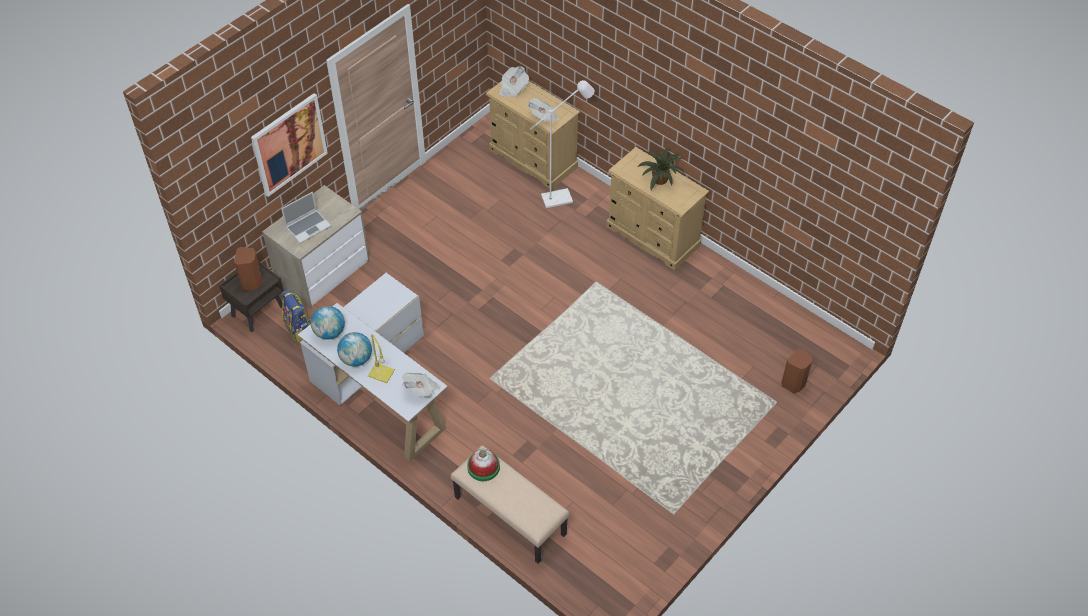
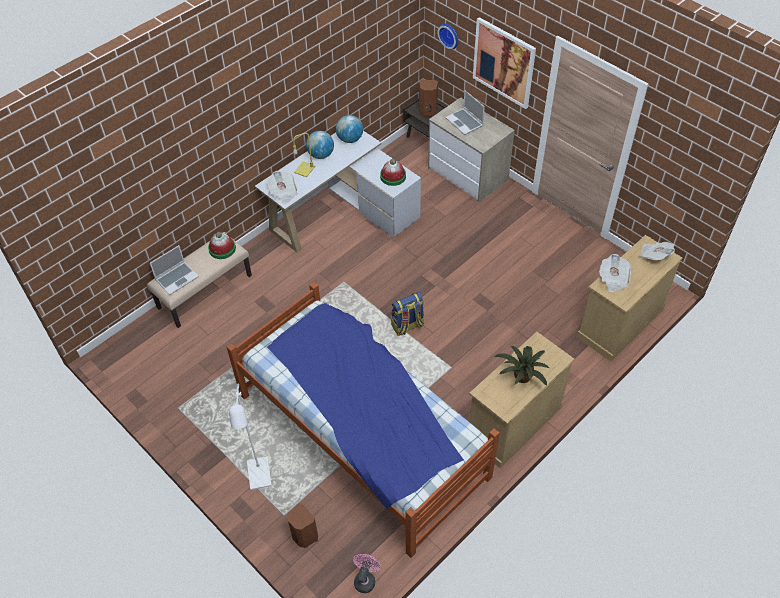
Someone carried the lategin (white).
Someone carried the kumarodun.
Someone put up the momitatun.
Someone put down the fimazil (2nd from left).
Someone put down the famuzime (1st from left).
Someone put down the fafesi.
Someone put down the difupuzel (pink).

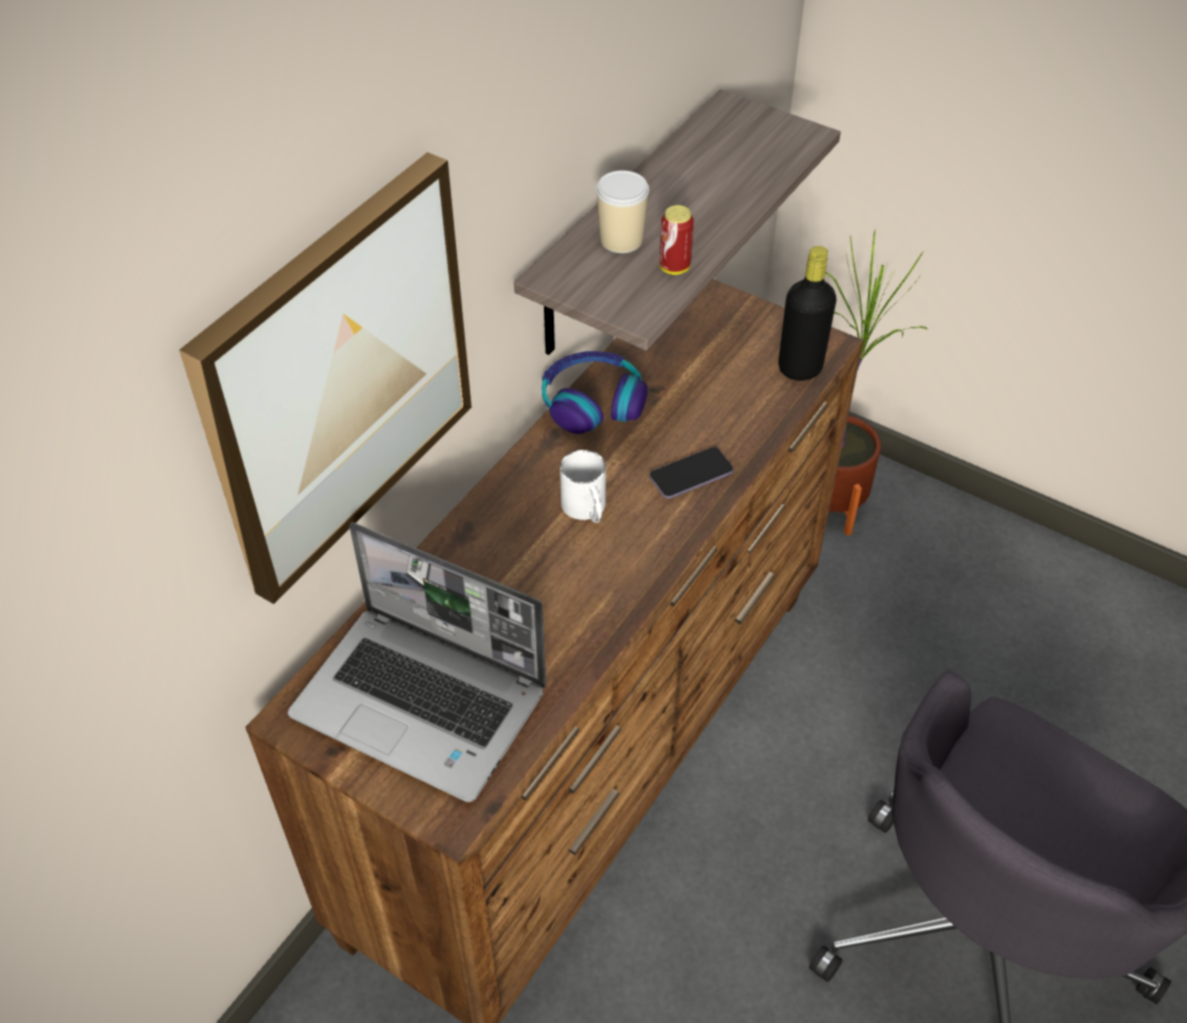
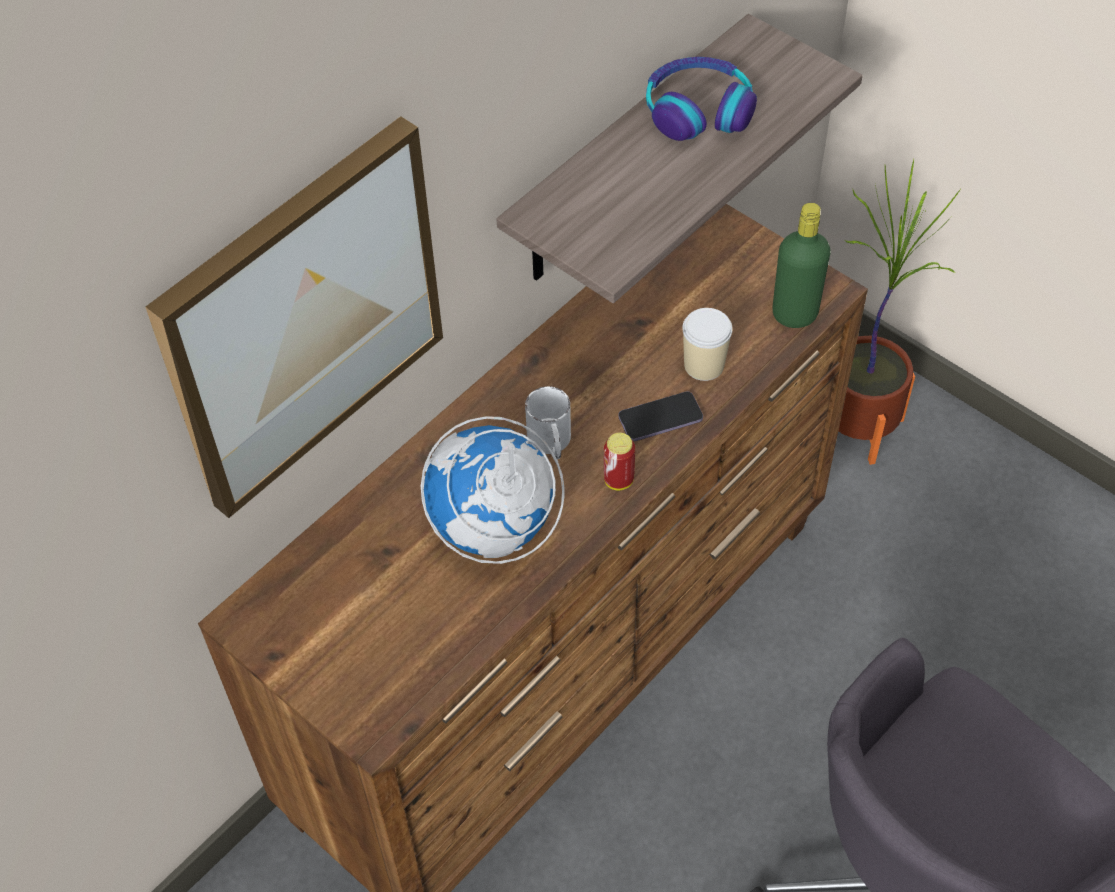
Someone carried the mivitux.
Someone carried the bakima.
Someone repainted the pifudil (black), which became the pifudil (green).
Someone carried the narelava.
Someone took away the famuzime.
Someone put down the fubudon.

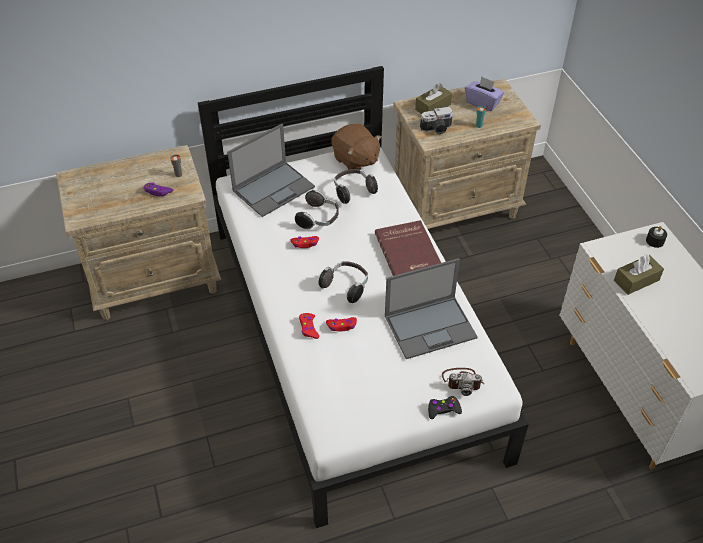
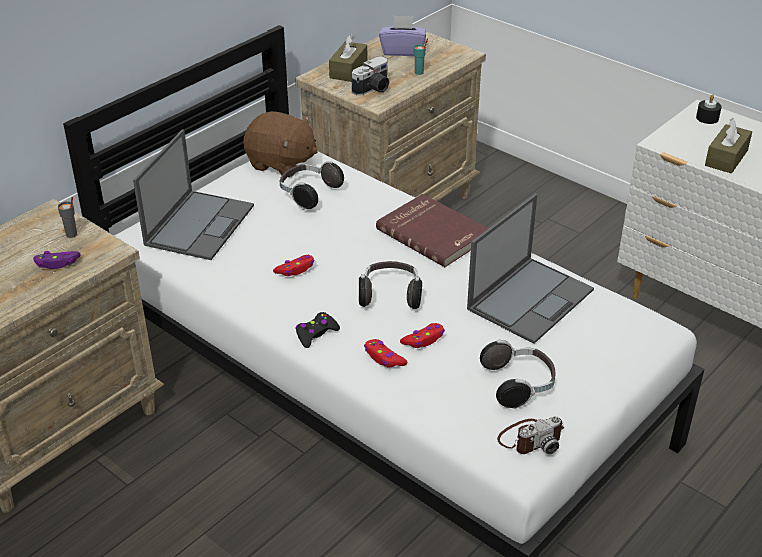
Someone carried the narelava (1st from left in the first image).
Someone carried the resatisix (2nd from left).
Someone carried the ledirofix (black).

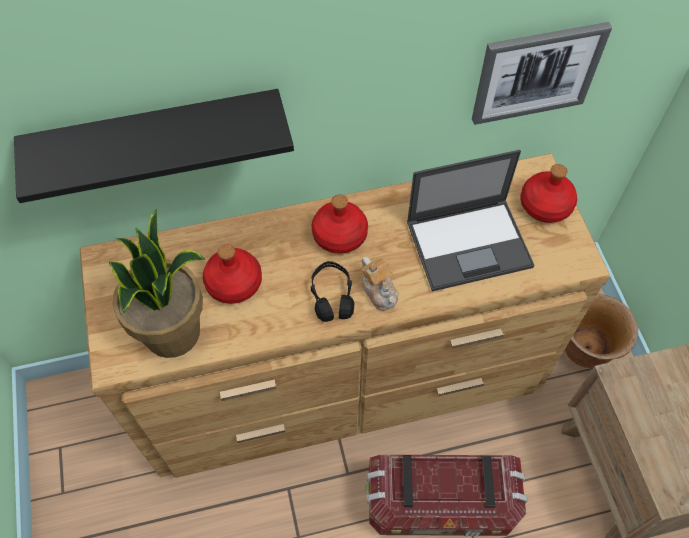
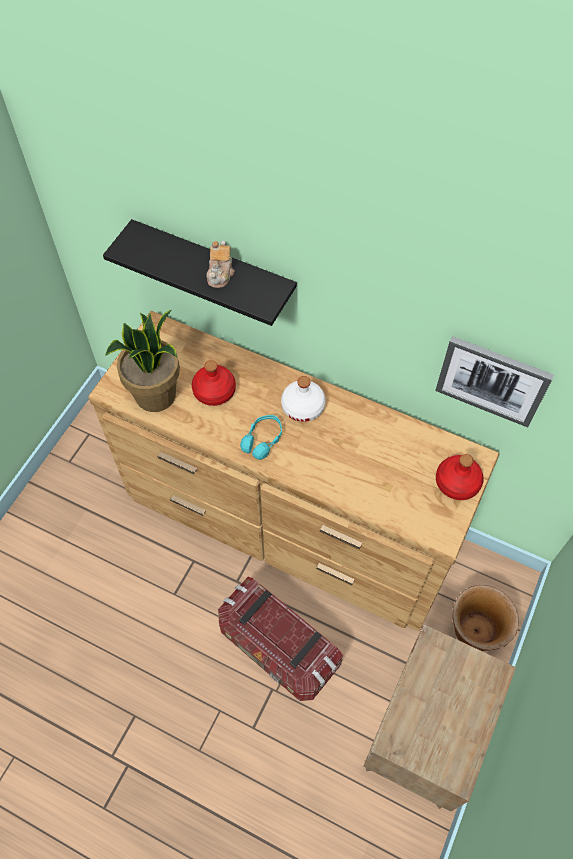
Someone took away the famuzime.
Someone repainted the pifudil (red) (2nd from left), which became the pifudil (white).
Someone carried the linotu.
Someone repainted the narelava (black), which became the narelava (turquoise).

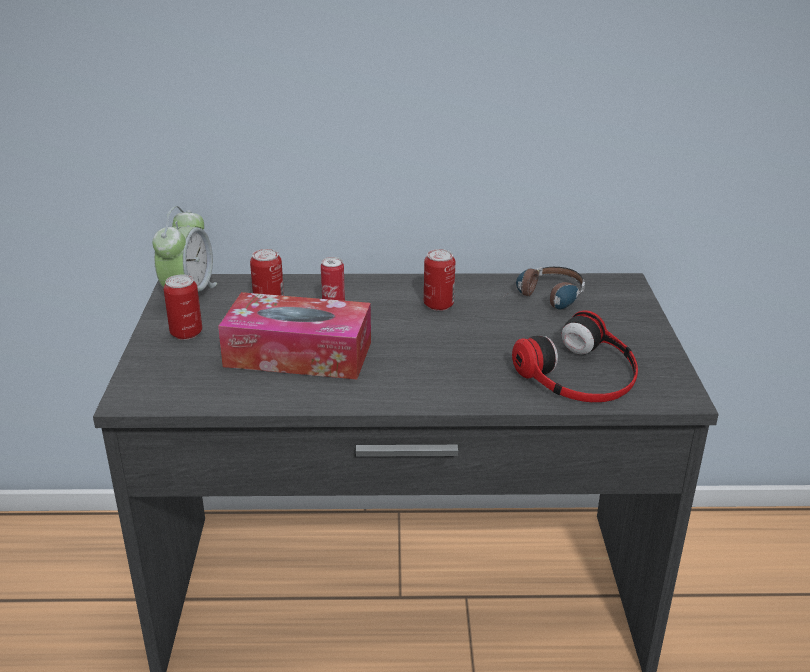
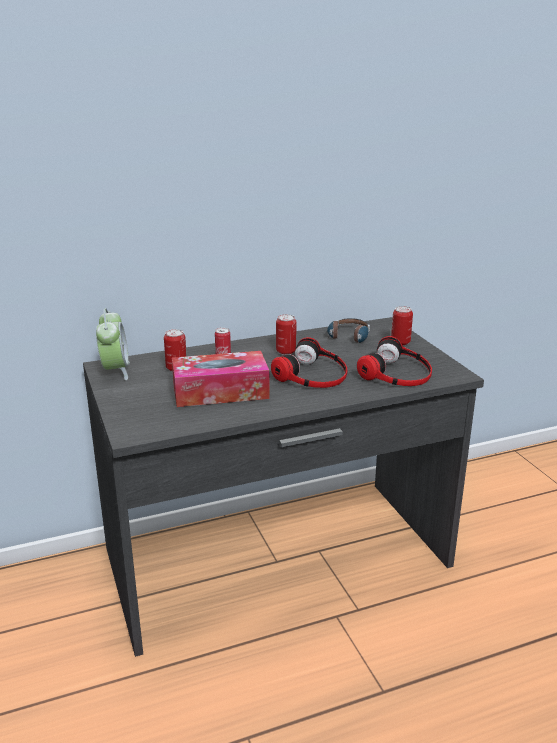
Someone carried the bakima (1st from left in the first image).
Someone put down the narelava (1st from left).

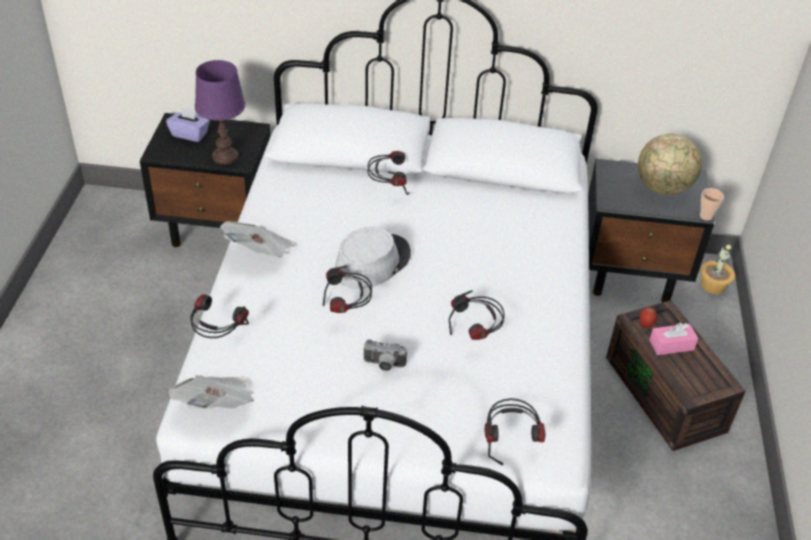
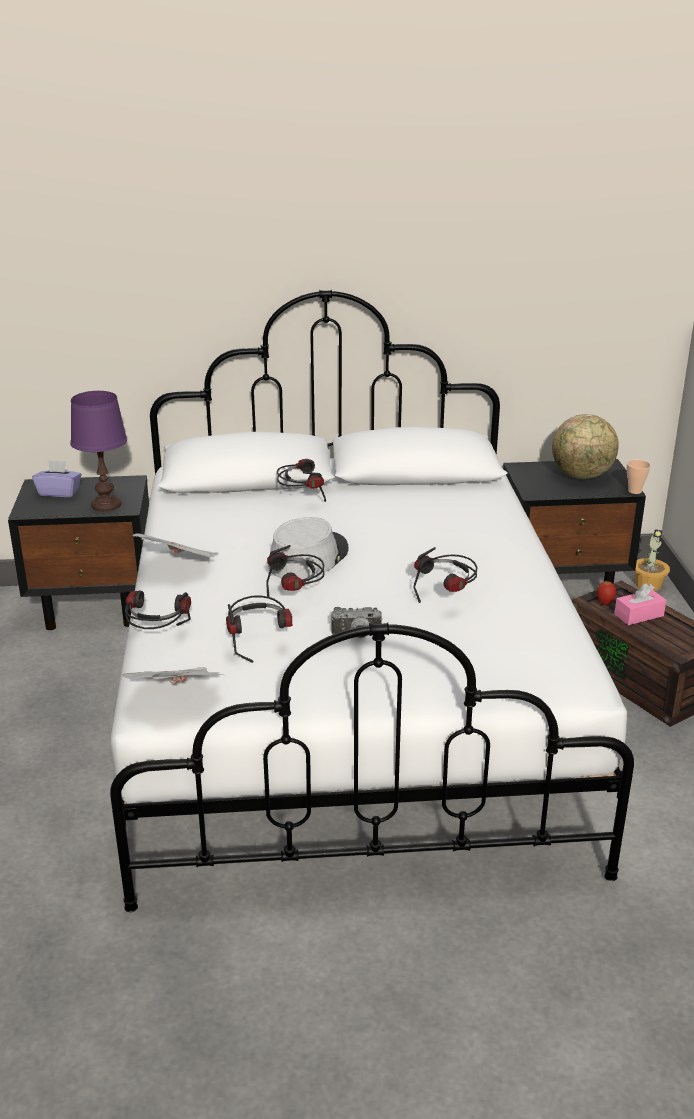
Someone carried the narelava (5th from left in the first image).

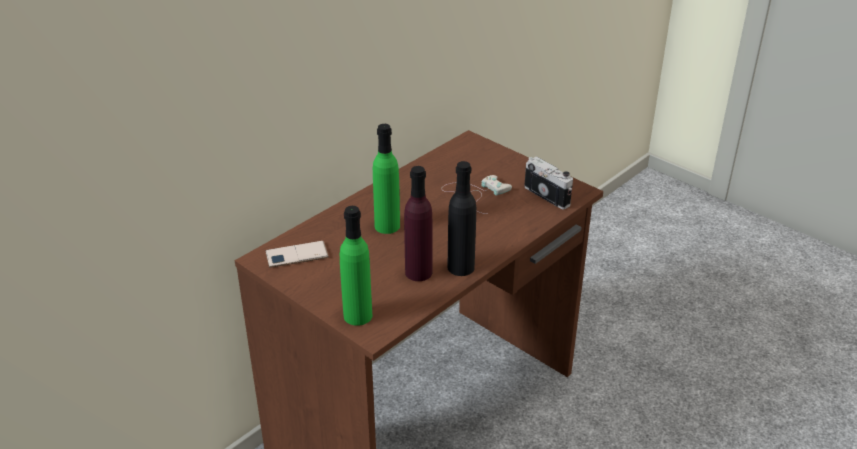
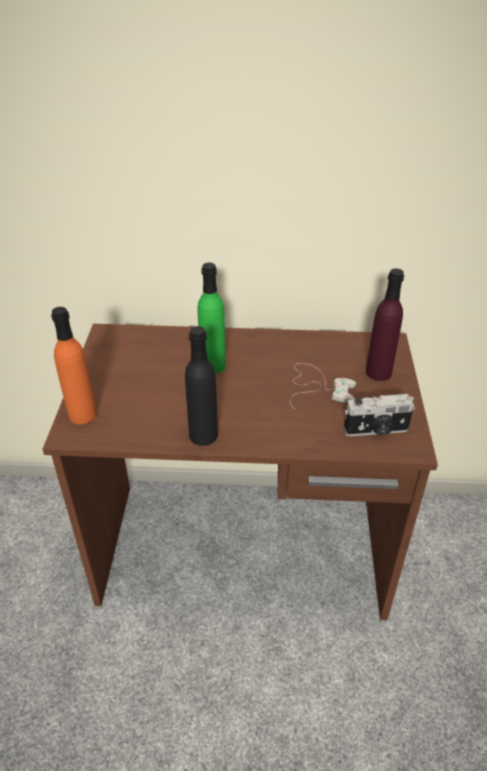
Someone rotated the resatisix by 75 degrees clockwise.
Someone carried the pifudil (purple).
Someone repainted the pifudil (green) (1st from left), which became the pifudil (orange).
Someone took away the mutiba.

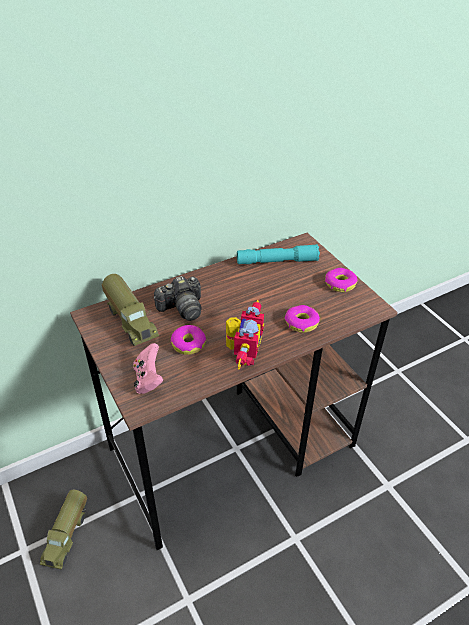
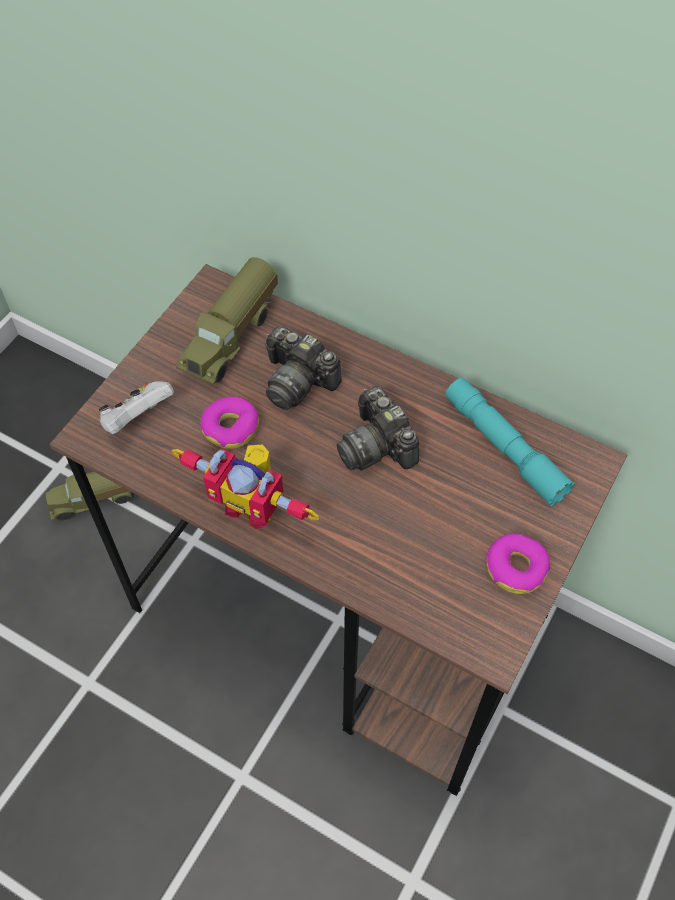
Someone rotated the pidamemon by 45 degrees clockwise.
Someone took away the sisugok (2nd from left).
Someone repainted the ledirofix (pink), which became the ledirofix (white).
Someone put down the resatisix (2nd from left).

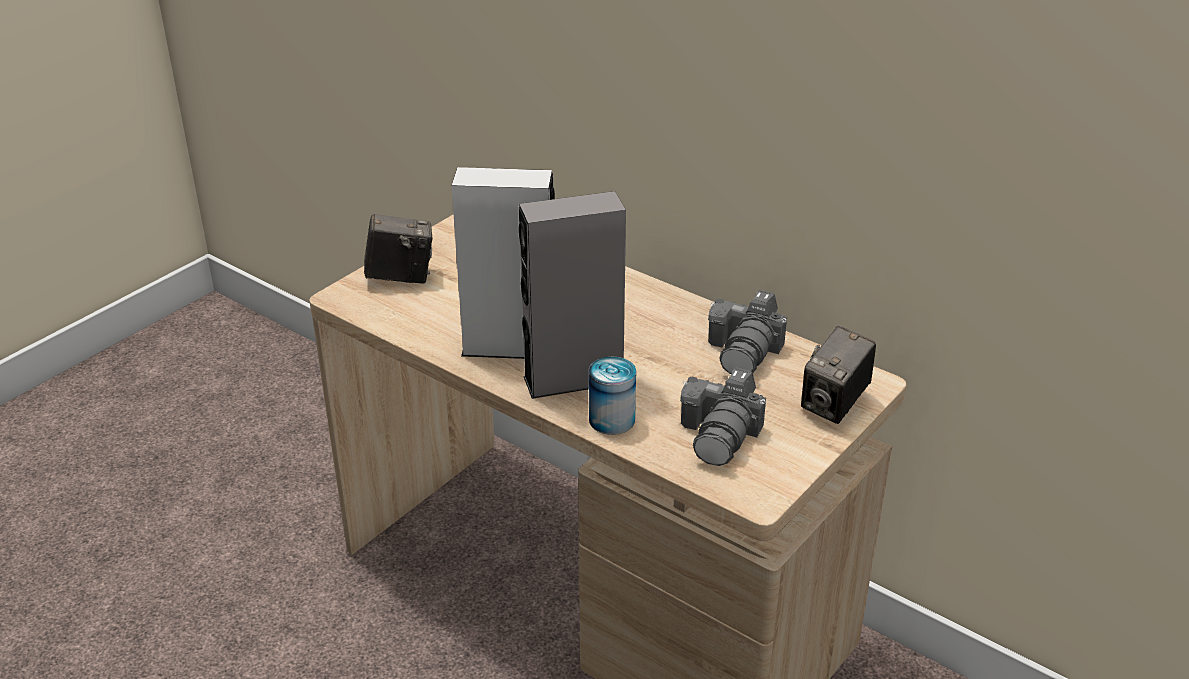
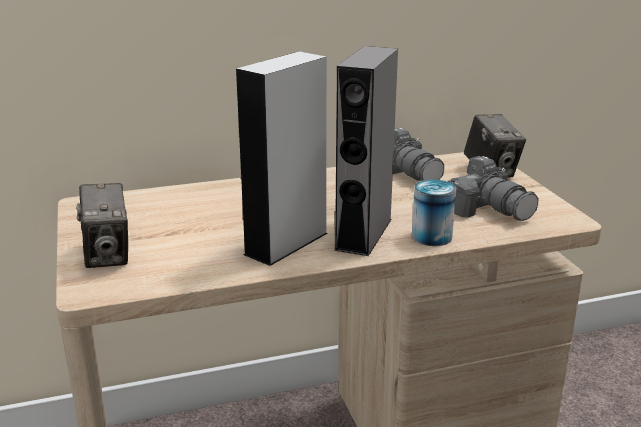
Someone rotated the resatisix (1st from left) by 135 degrees clockwise.

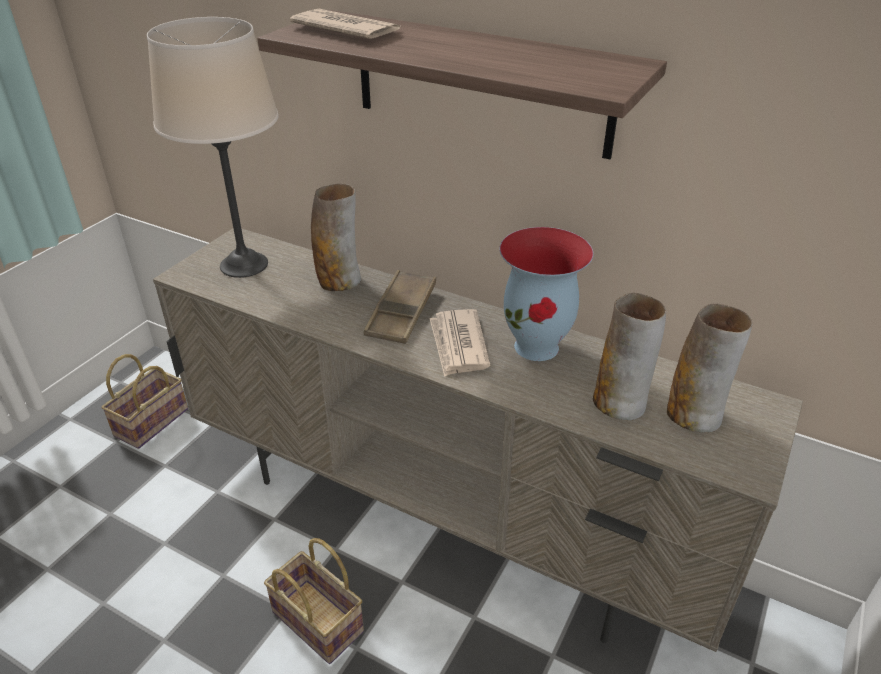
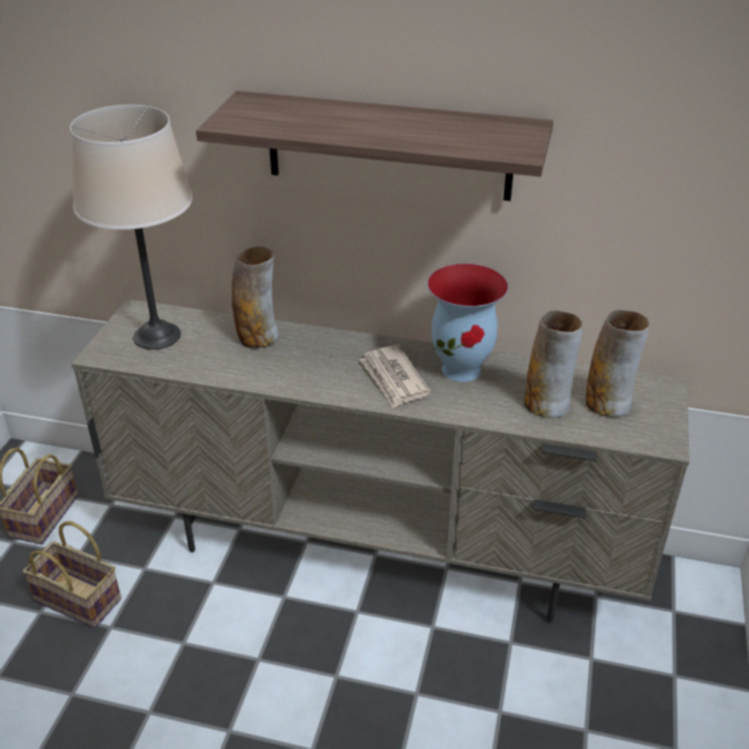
Someone took away the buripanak (1st from left).
Someone took away the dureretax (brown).
Someone carried the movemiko (2nd from left).

